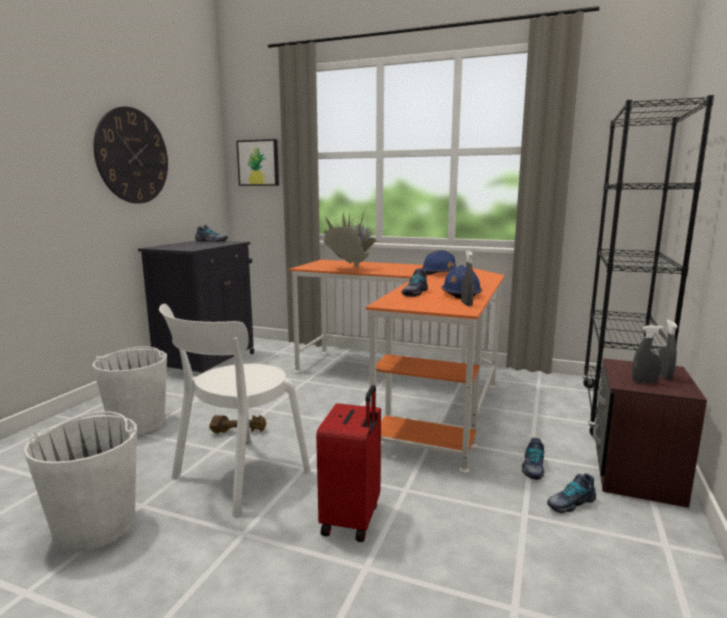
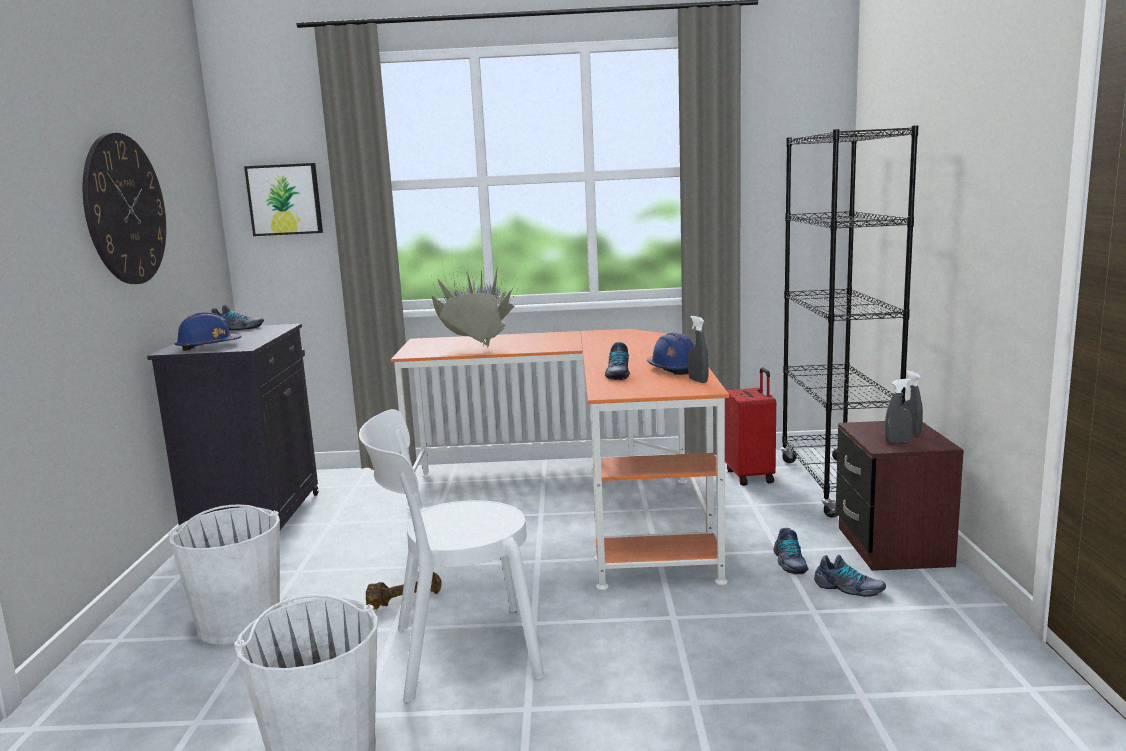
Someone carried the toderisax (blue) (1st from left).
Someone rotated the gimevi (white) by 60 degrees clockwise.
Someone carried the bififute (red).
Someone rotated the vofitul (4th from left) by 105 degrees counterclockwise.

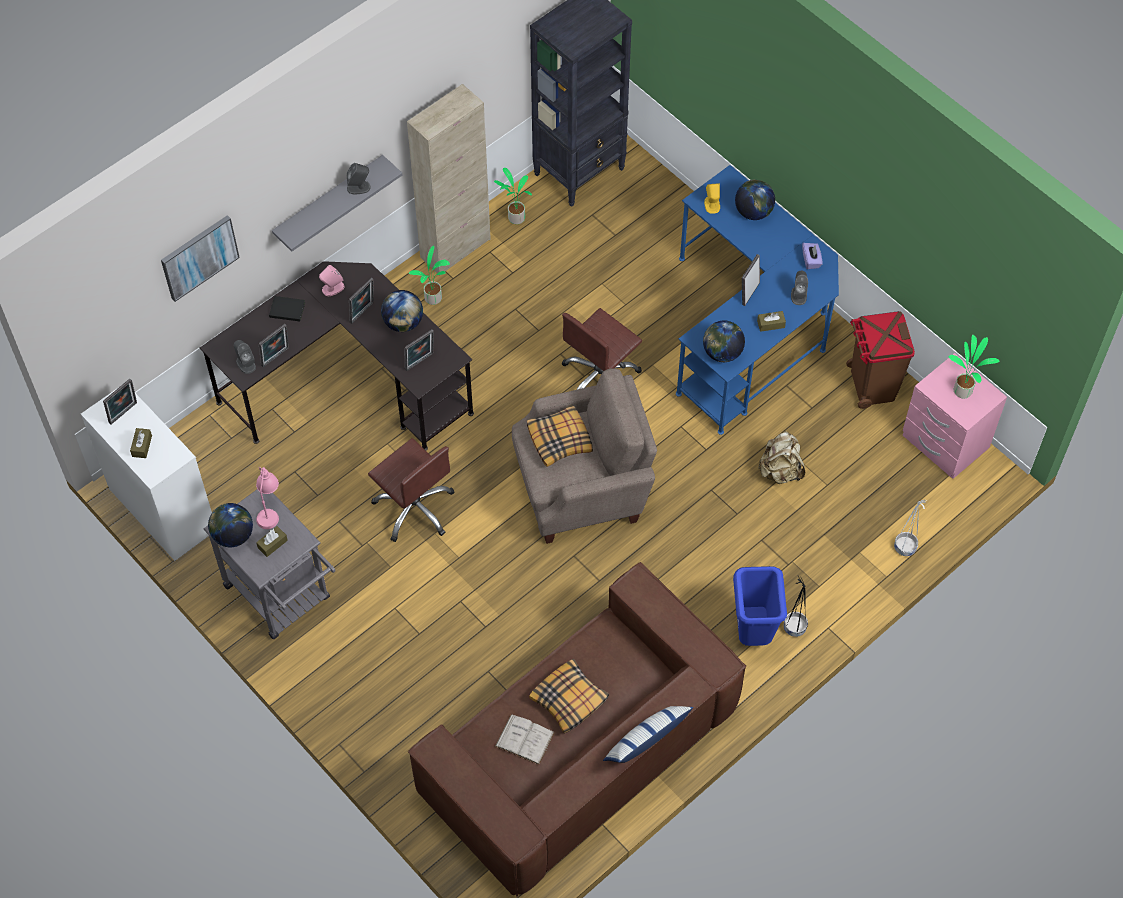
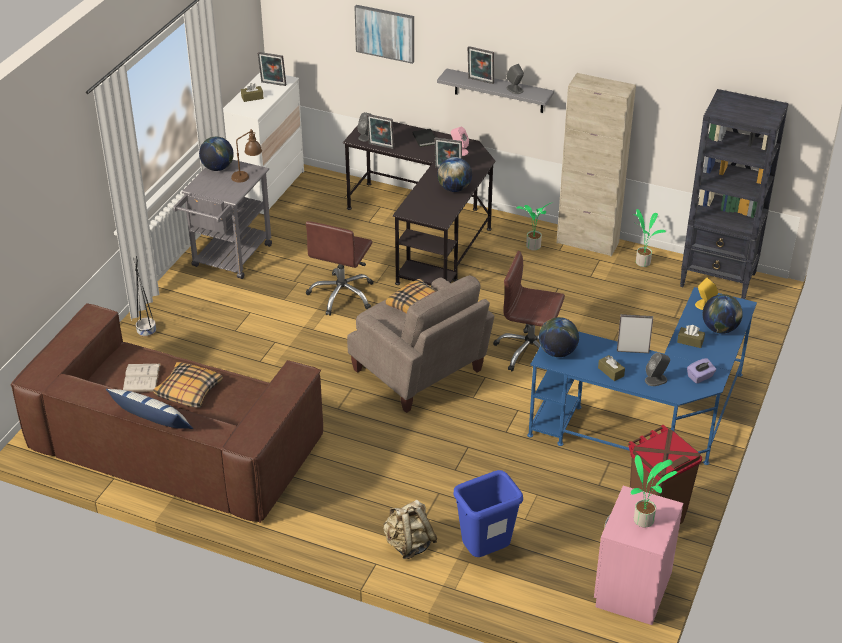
Someone carried the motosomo (4th from left).
Someone carried the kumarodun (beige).
Someone repainted the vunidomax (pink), which became the vunidomax (brown).
Someone took away the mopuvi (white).
Someone carried the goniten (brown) (2nd from left in the first image).
Someone carried the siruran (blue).
Someone carried the mopuvi (black).

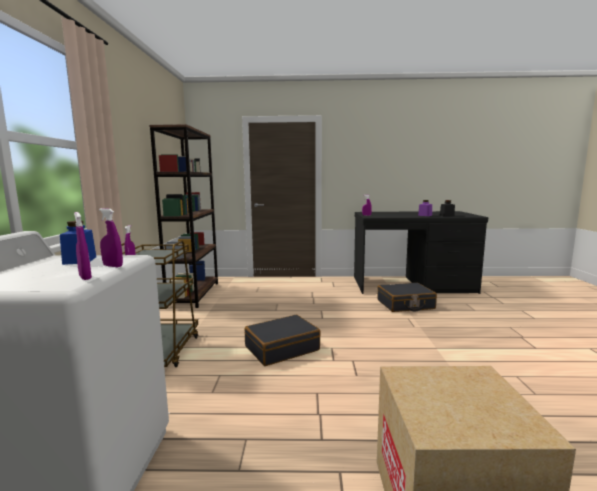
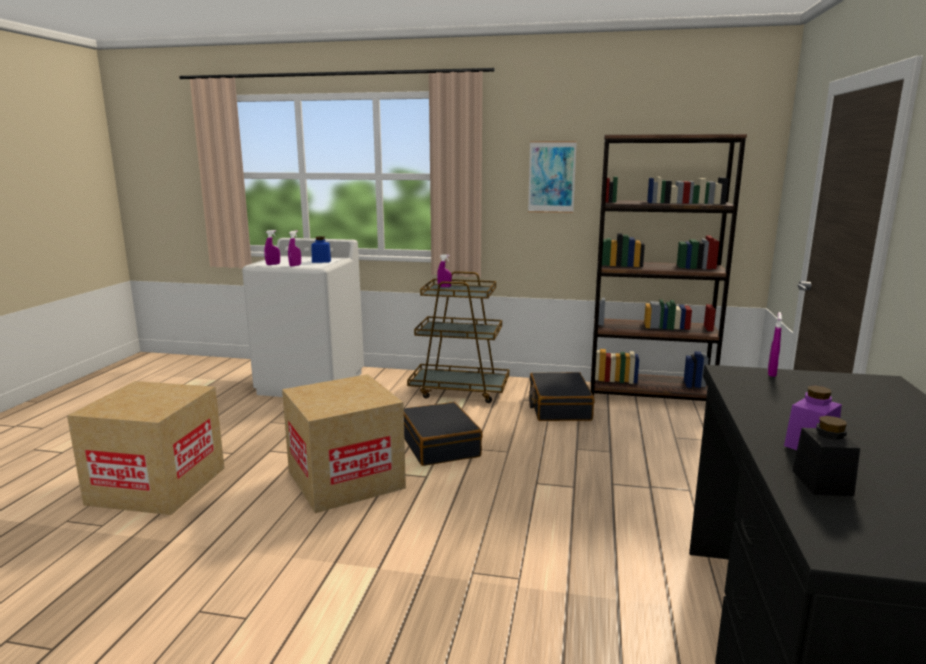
Someone carried the bififute (black) (2nd from left).
Someone put up the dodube.
Someone put down the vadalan (2nd from left).

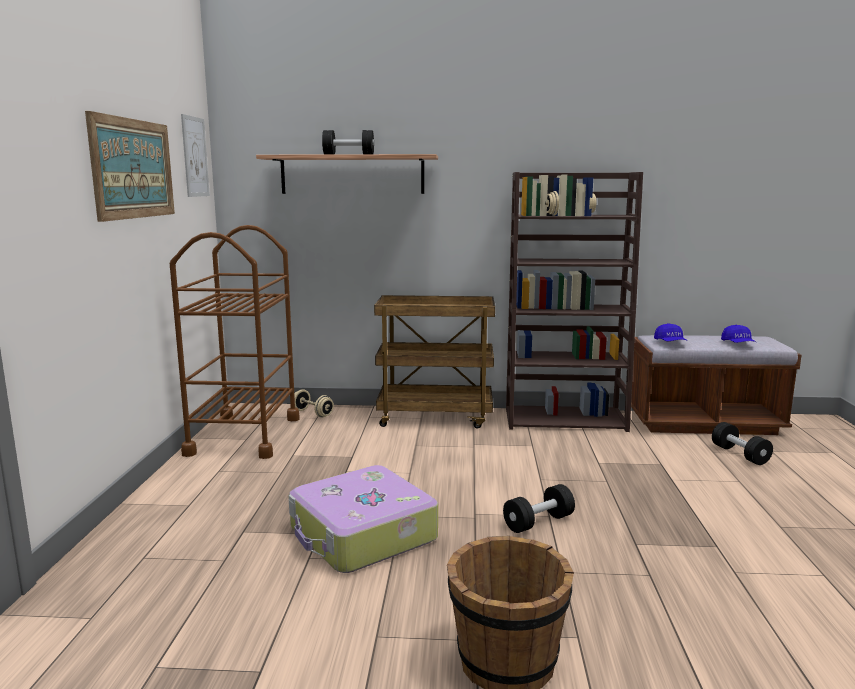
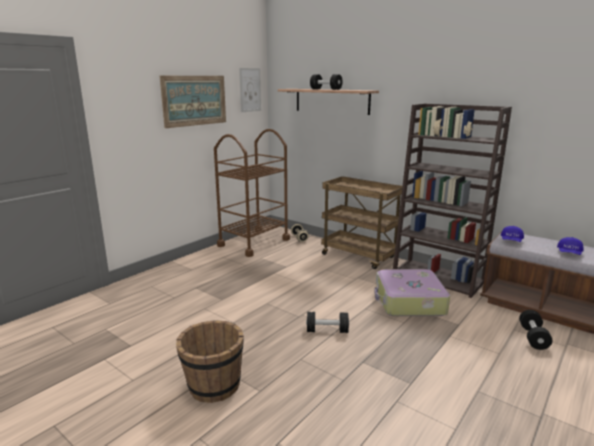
Someone carried the bififute.

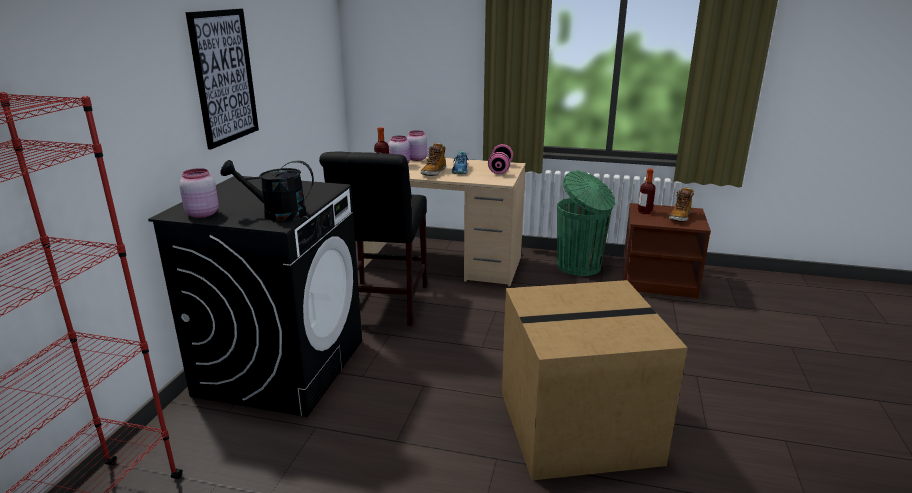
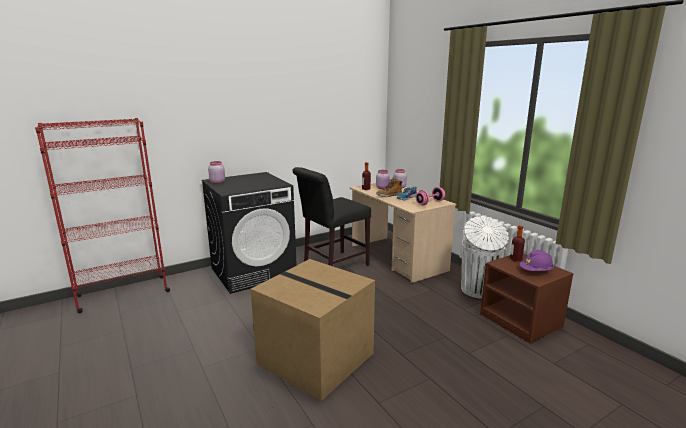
Someone took away the dodube.
Someone took away the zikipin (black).
Someone repainted the siruran (green), which became the siruran (white).
Someone swapped the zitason (2nd from left) for the toderisax (purple).

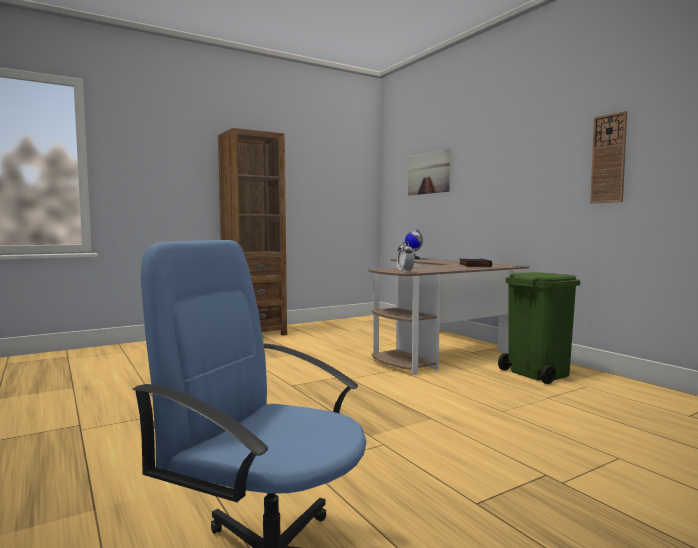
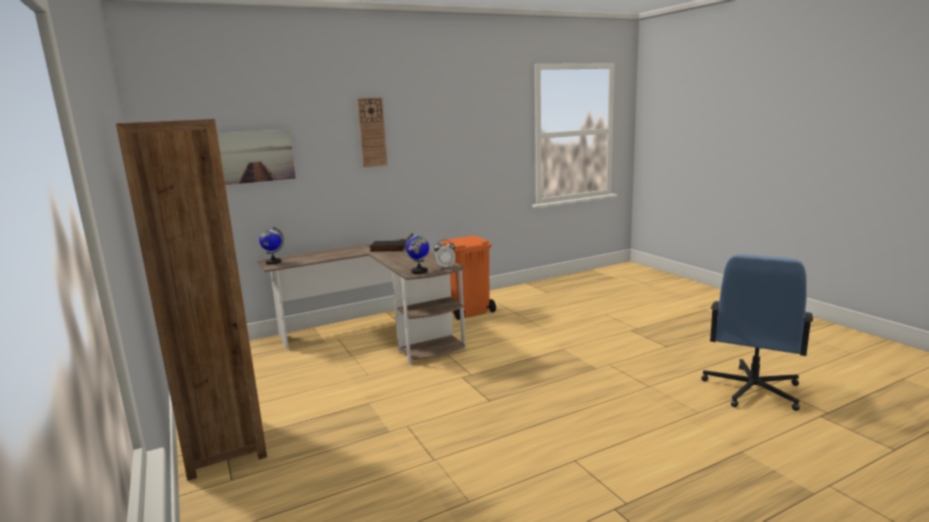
Someone carried the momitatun.
Someone repainted the siruran (green), which became the siruran (orange).
Someone put down the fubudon (2nd from left).

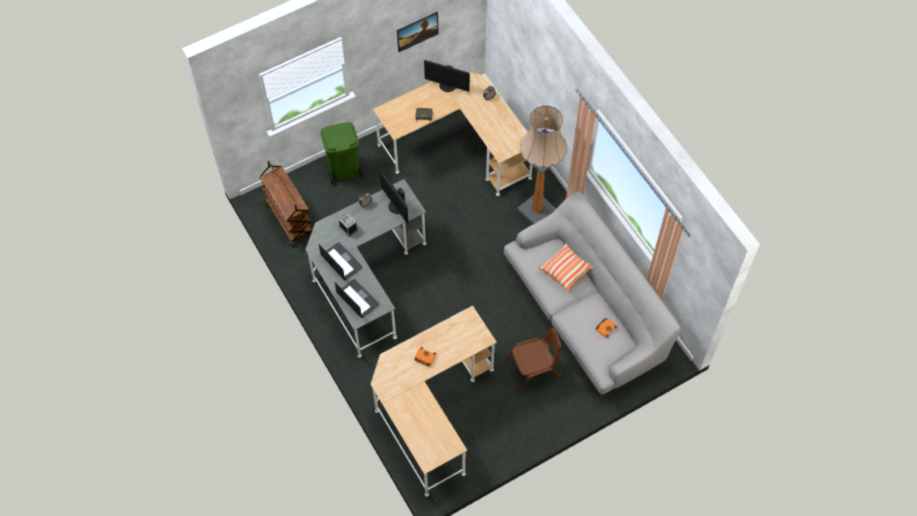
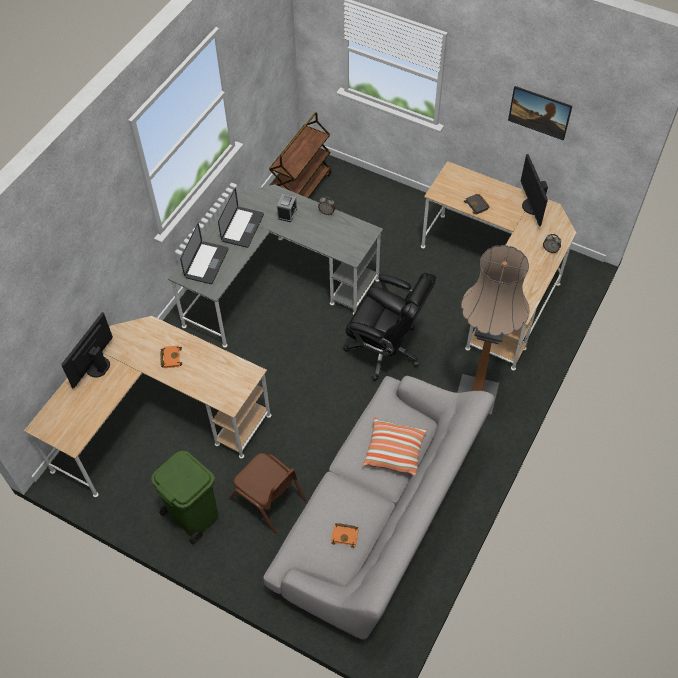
Someone carried the siruran (green).
Someone carried the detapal (1st from left).
Someone put down the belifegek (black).

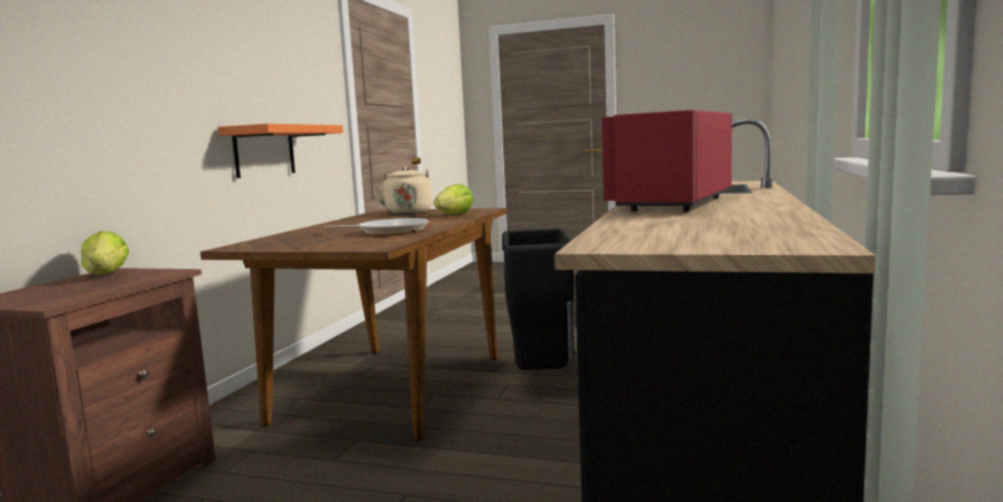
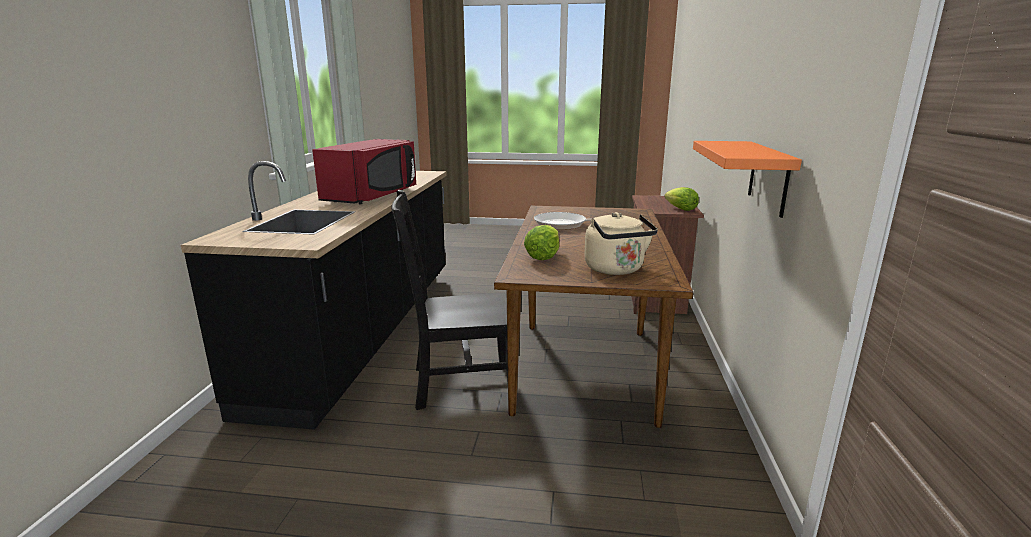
Someone swapped the siruran (black) for the gimevi (black).

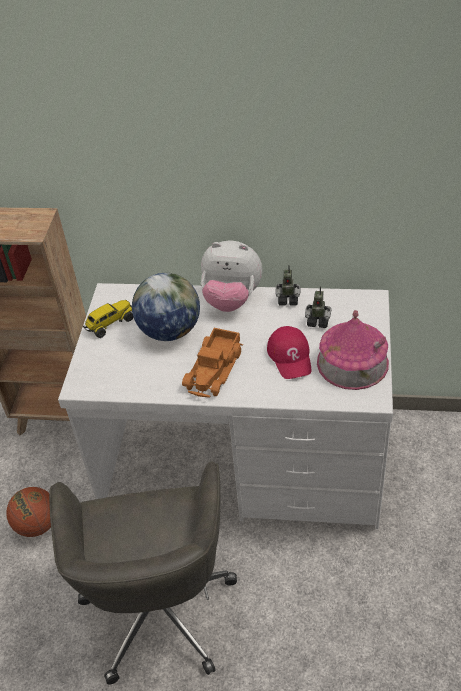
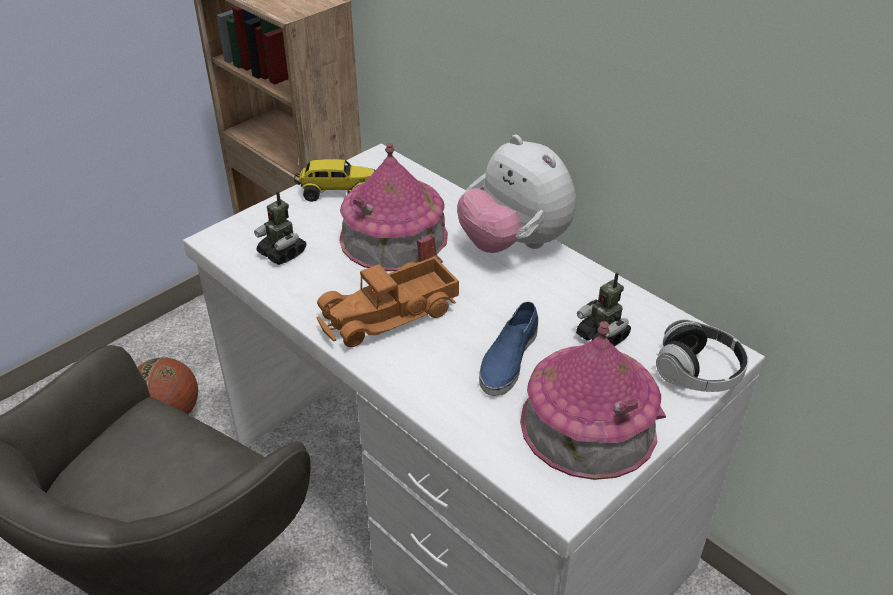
Someone carried the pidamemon (1st from left).
Someone swapped the fubudon for the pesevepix (1st from left).
Someone swapped the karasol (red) for the vofitul (blue).
Someone put down the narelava.

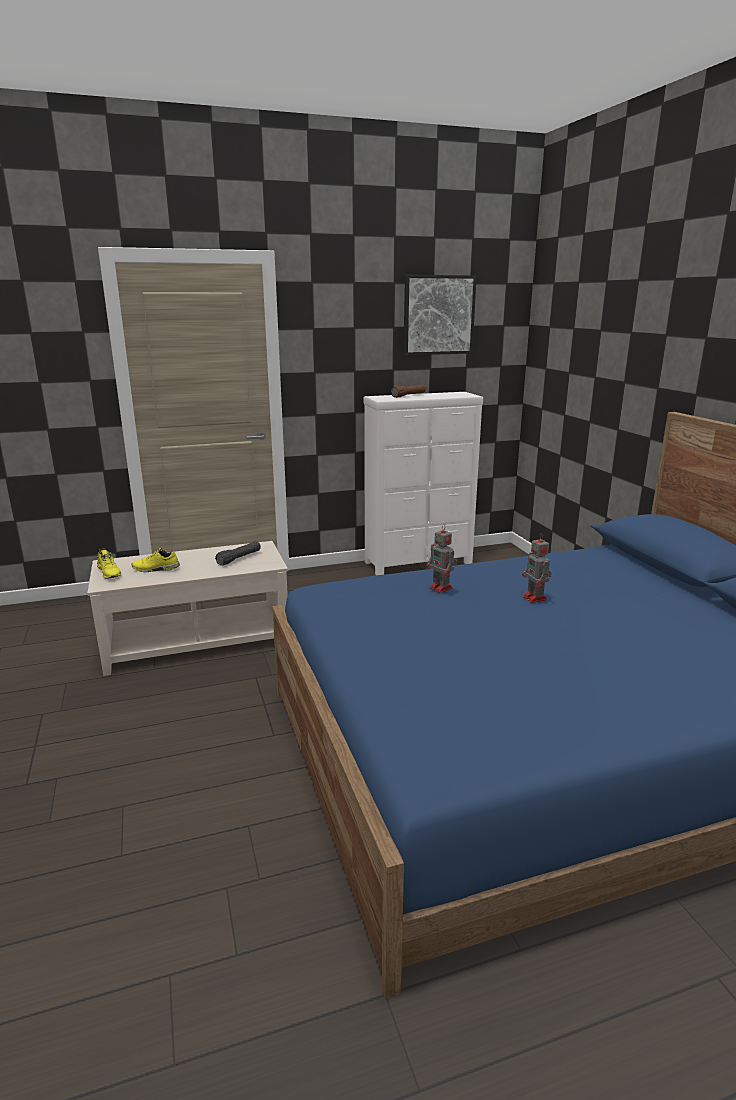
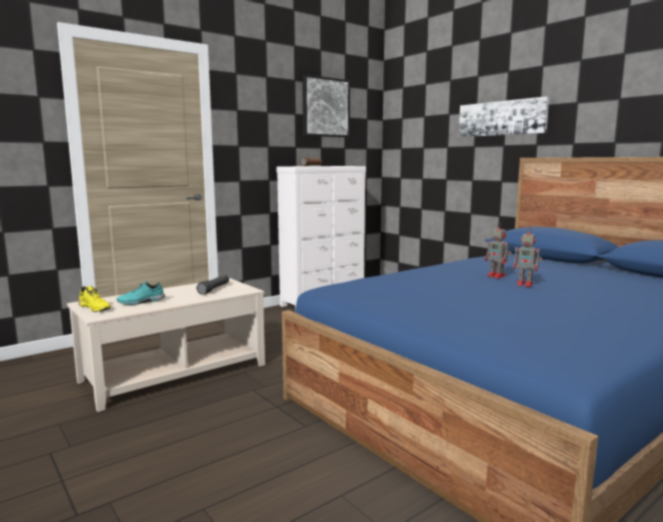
Someone carried the pidamemon (1st from left in the first image).
Someone repainted the vofitul (yellow) (2nd from left), which became the vofitul (turquoise).
Someone put up the dodube (2nd from left).

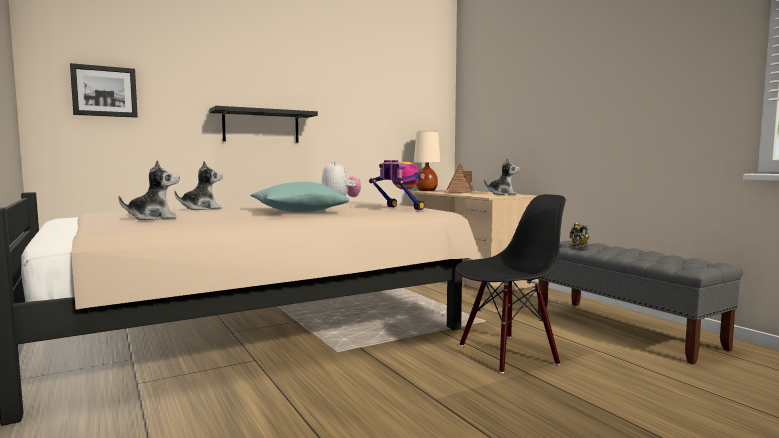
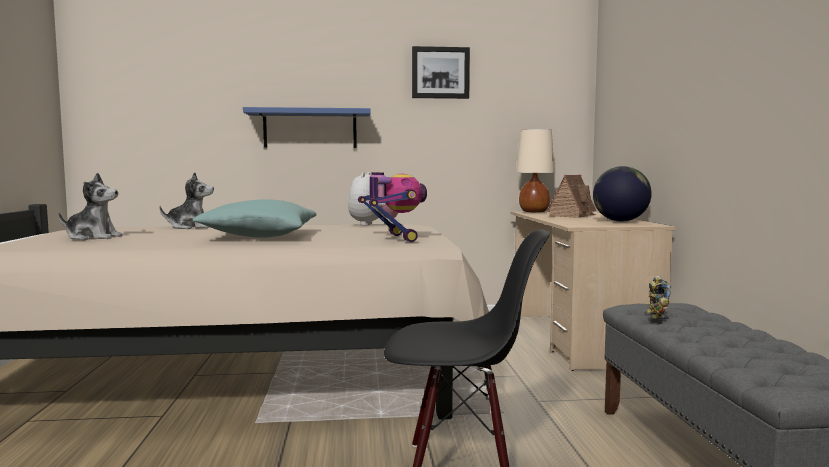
Someone carried the dodube.
Someone repainted the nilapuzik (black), which became the nilapuzik (blue).
Someone swapped the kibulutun (4th from left) for the fubudon.

